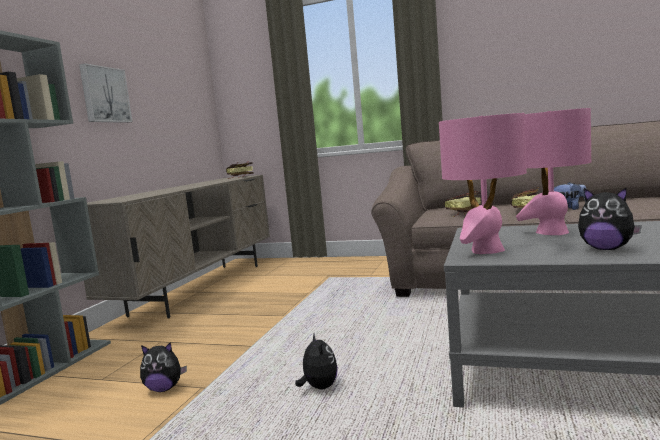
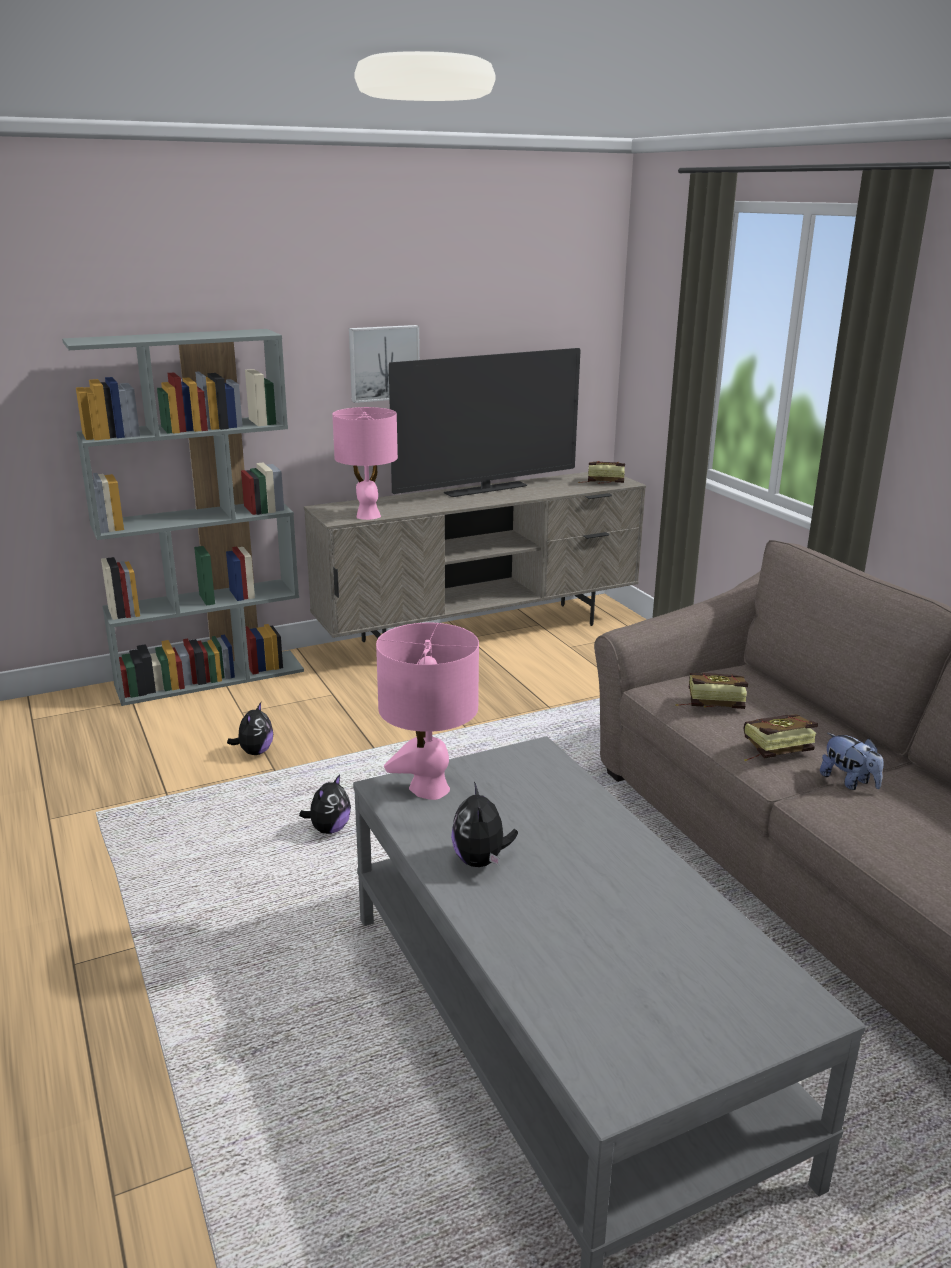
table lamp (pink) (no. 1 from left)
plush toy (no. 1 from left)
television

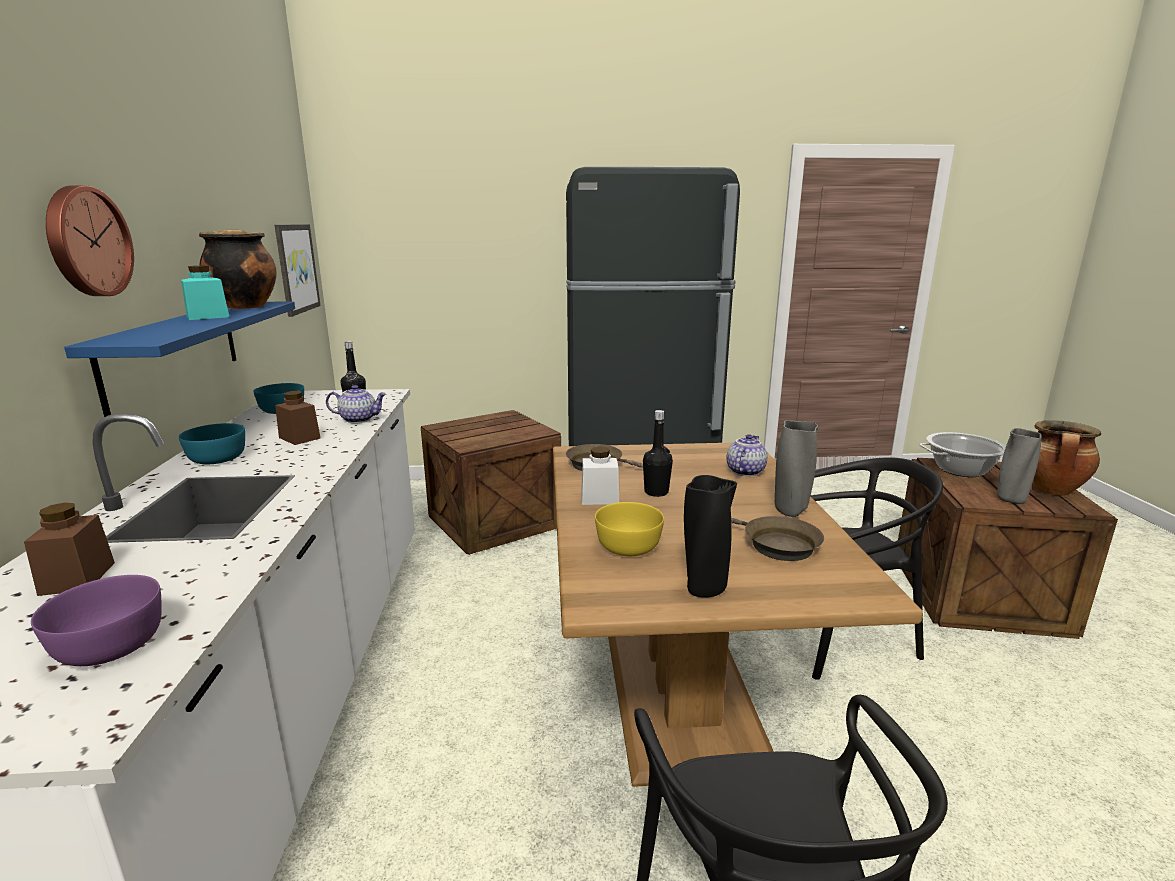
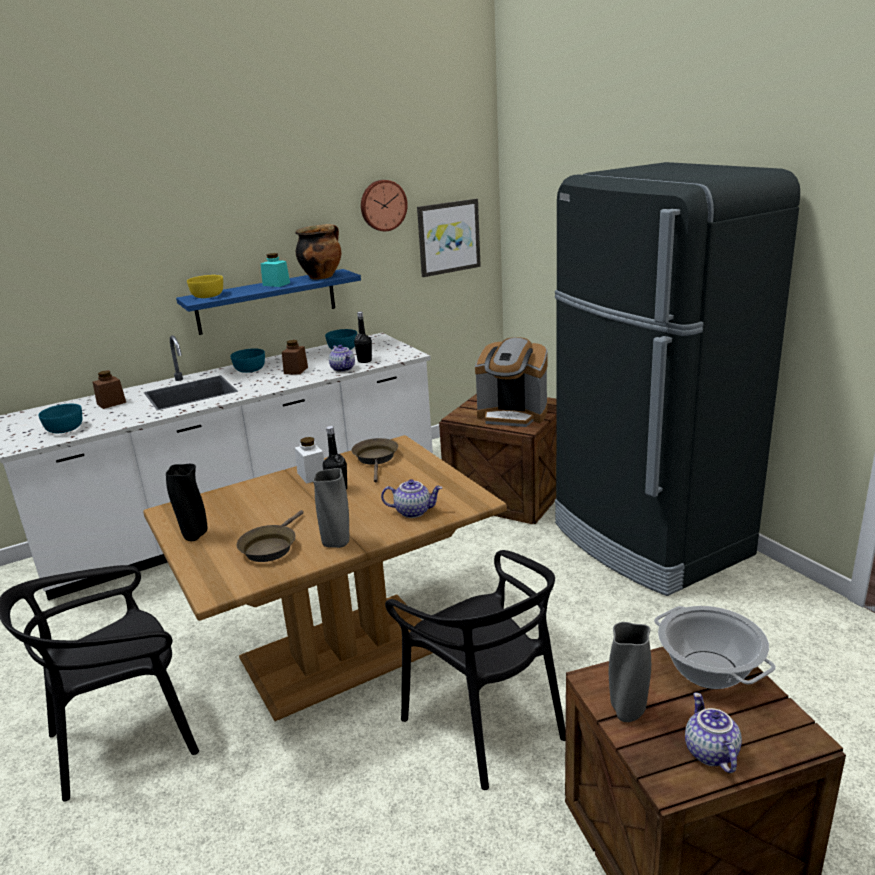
wall clock
teapot (no. 3 from left)
bowl (yellow)
bowl (turquoise) (no. 1 from left)
coffee machine

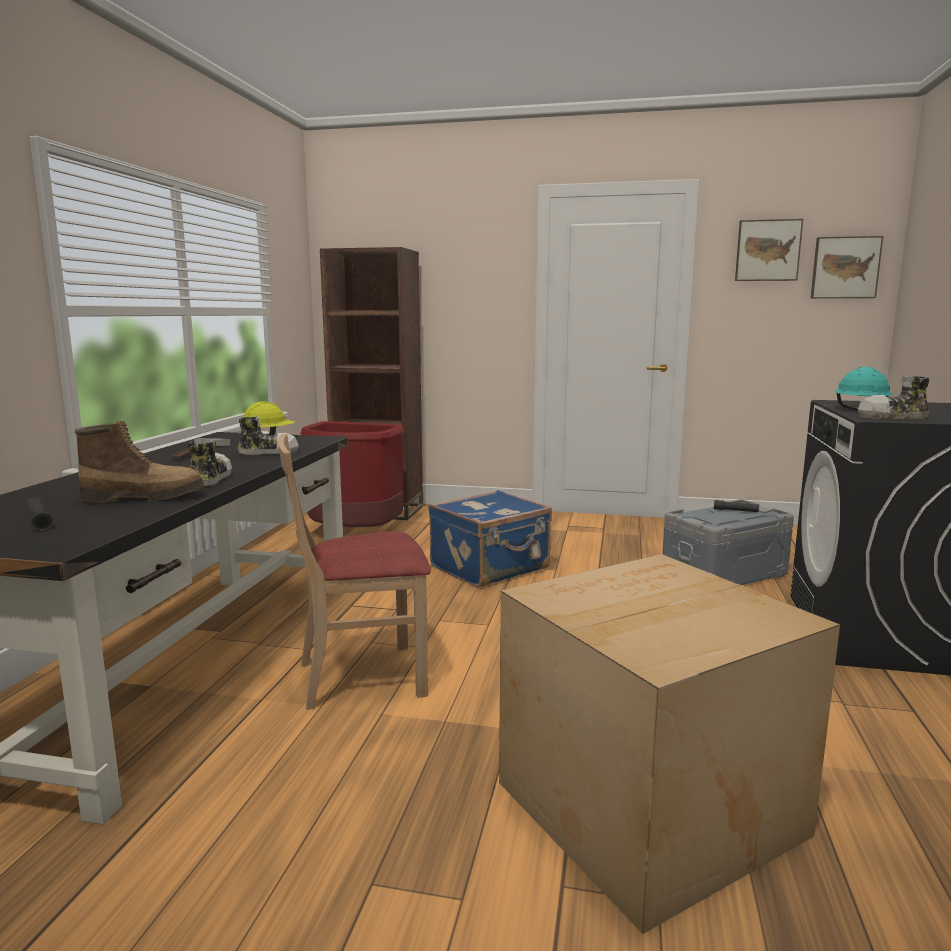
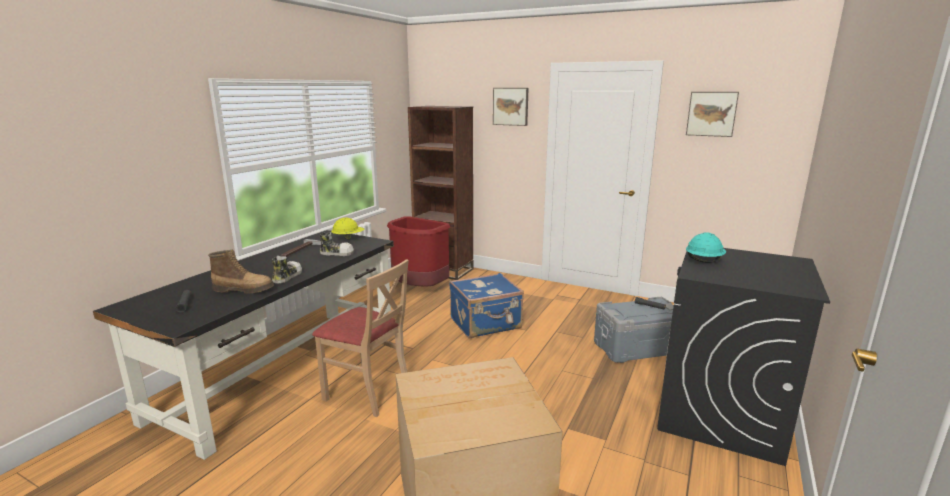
picture (no. 1 from left)
shoe (no. 3 from left in the first image)
chair (beige)

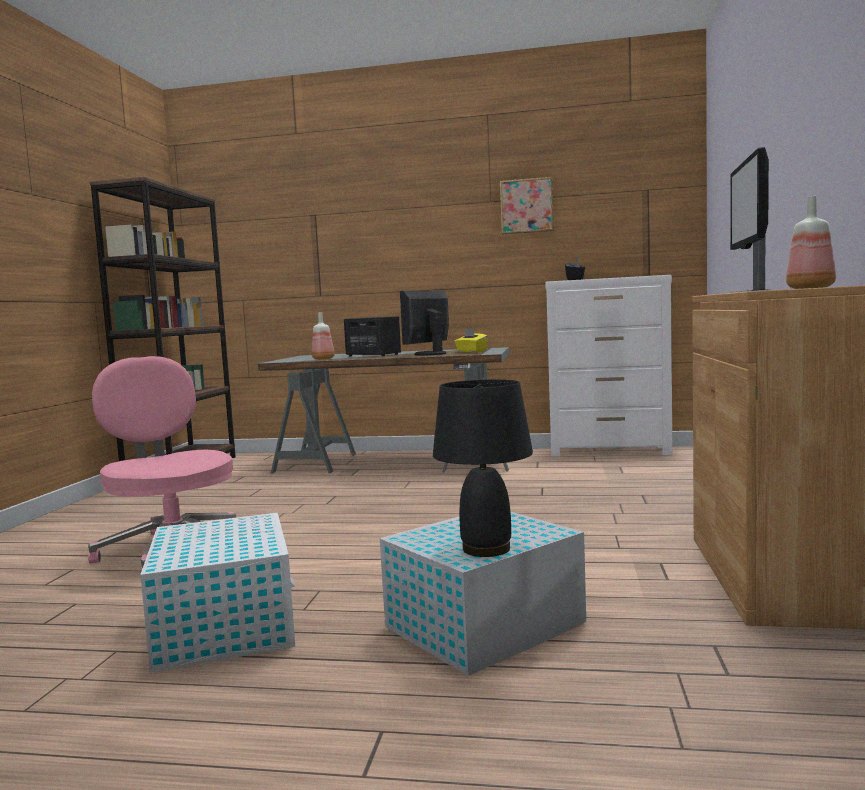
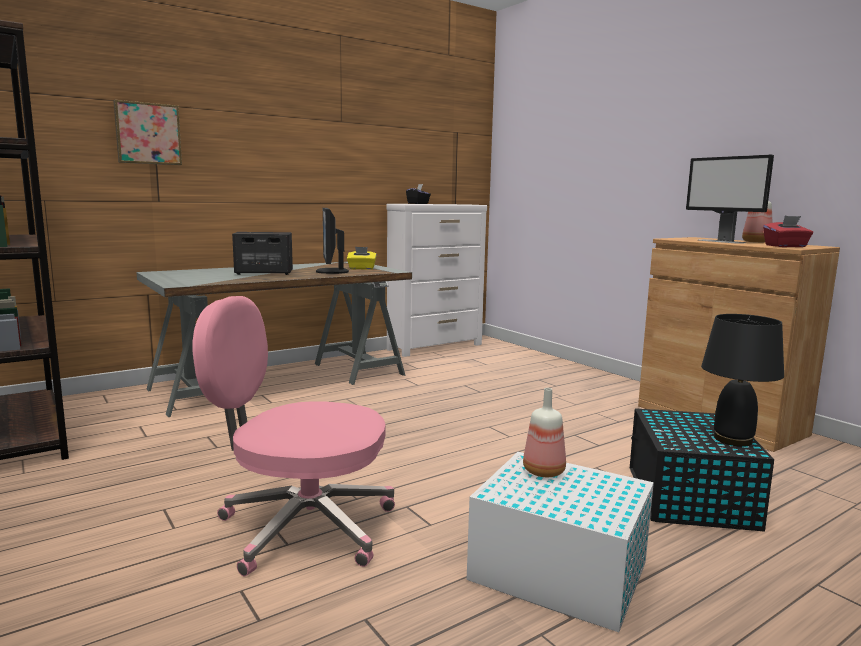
picture
bottle (no. 1 from left)
storage box (black)
tissue box (red)

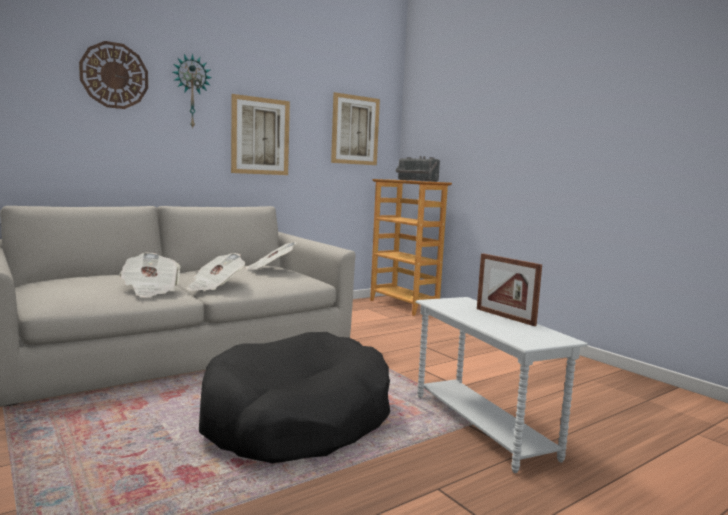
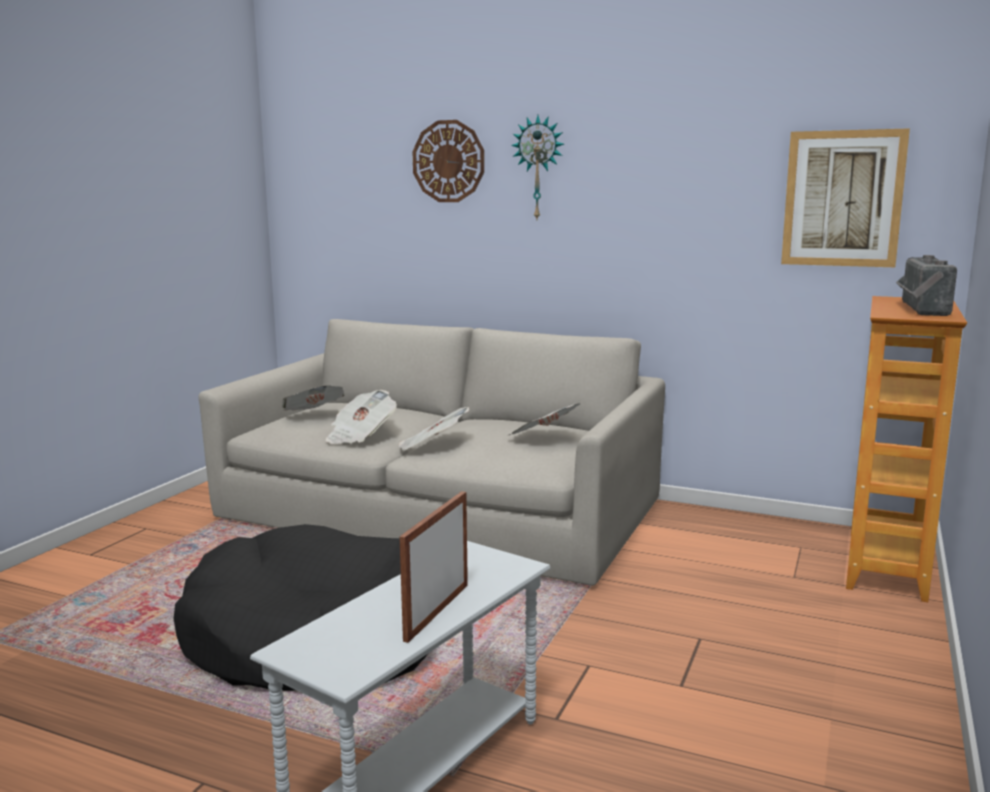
picture (no. 1 from left in the first image)
newspaper (no. 1 from left)

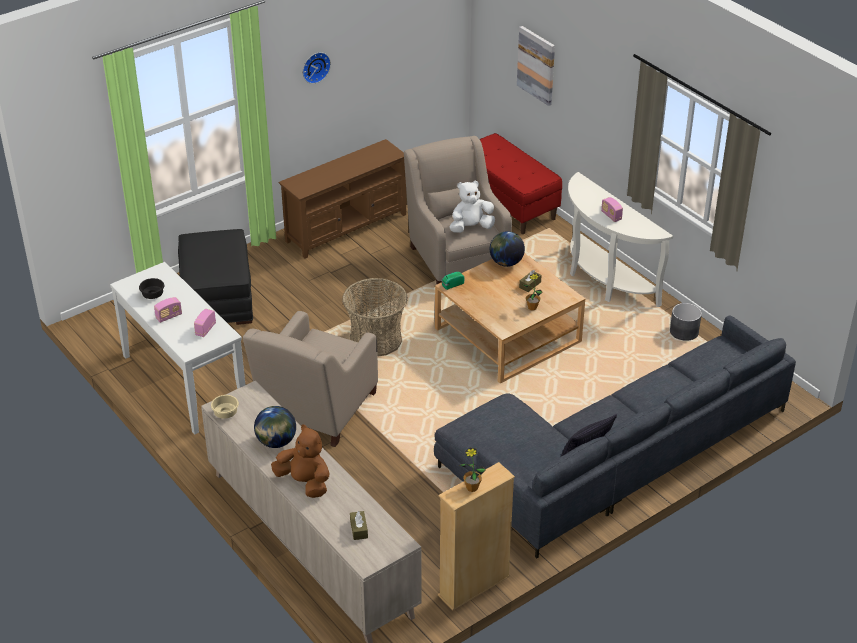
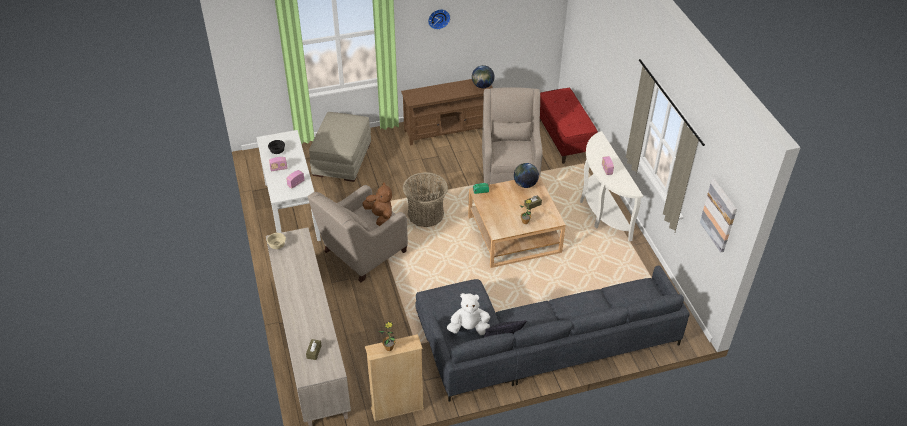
picture
plush toy (white)
ottoman (beige)
planter (grey)
globe (no. 1 from left)
plush toy (brown)

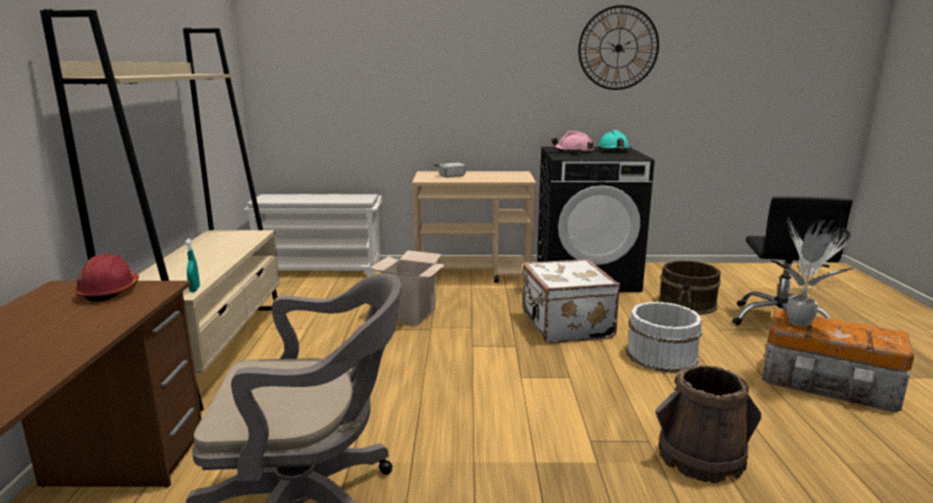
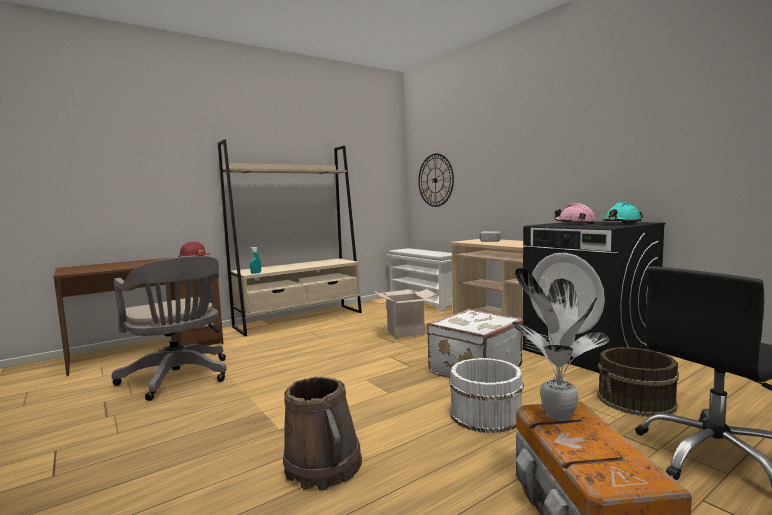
wall clock

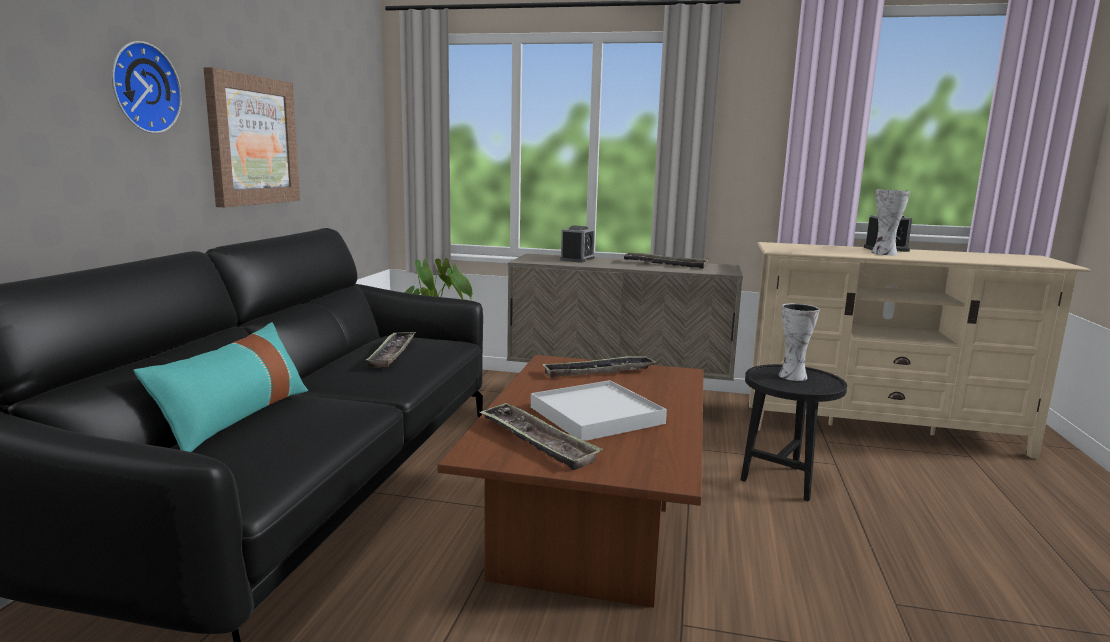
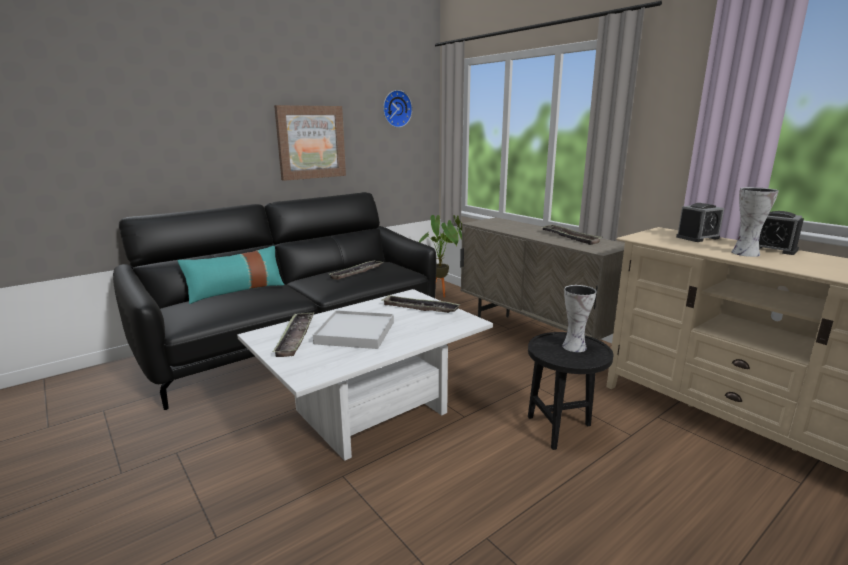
wall clock
alarm clock (no. 1 from left)
coffee table (white)

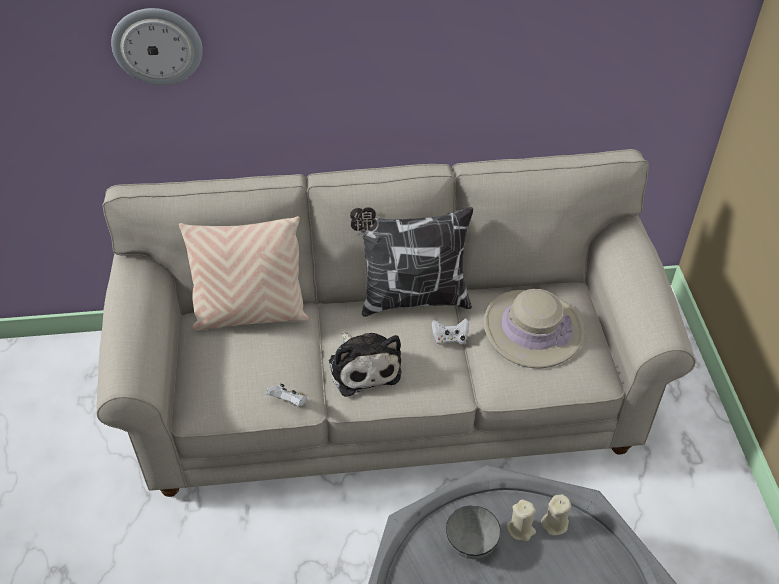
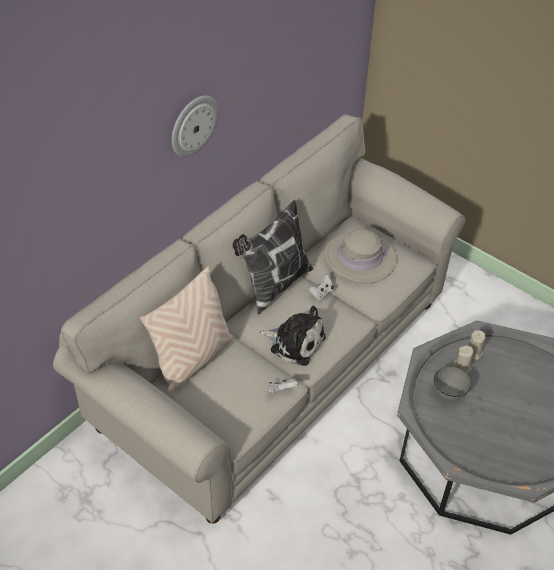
wall clock

